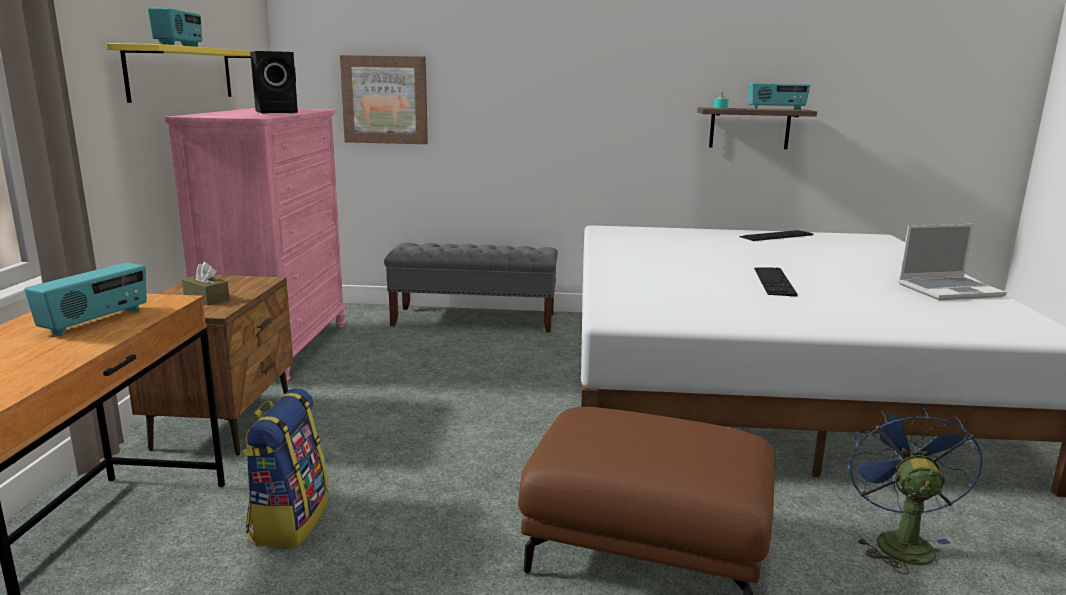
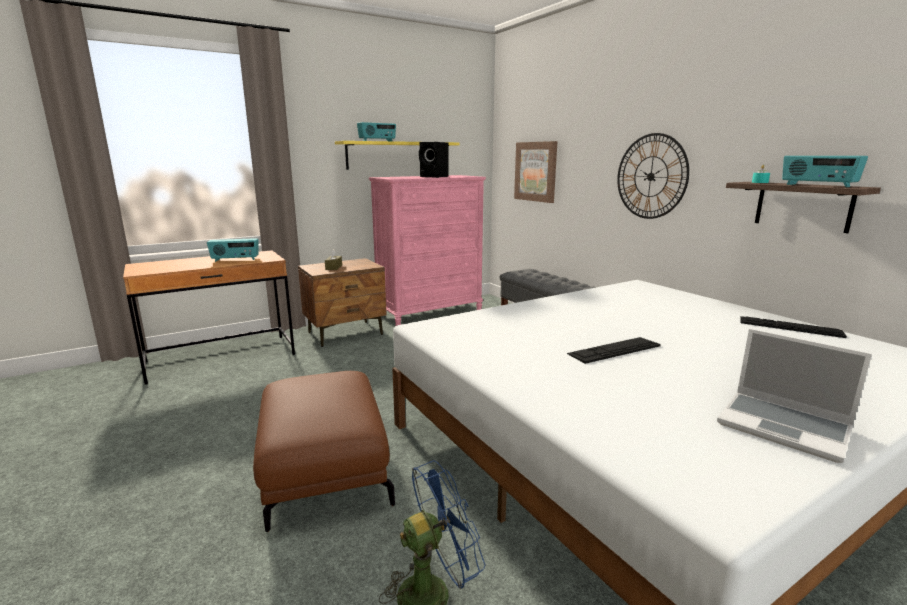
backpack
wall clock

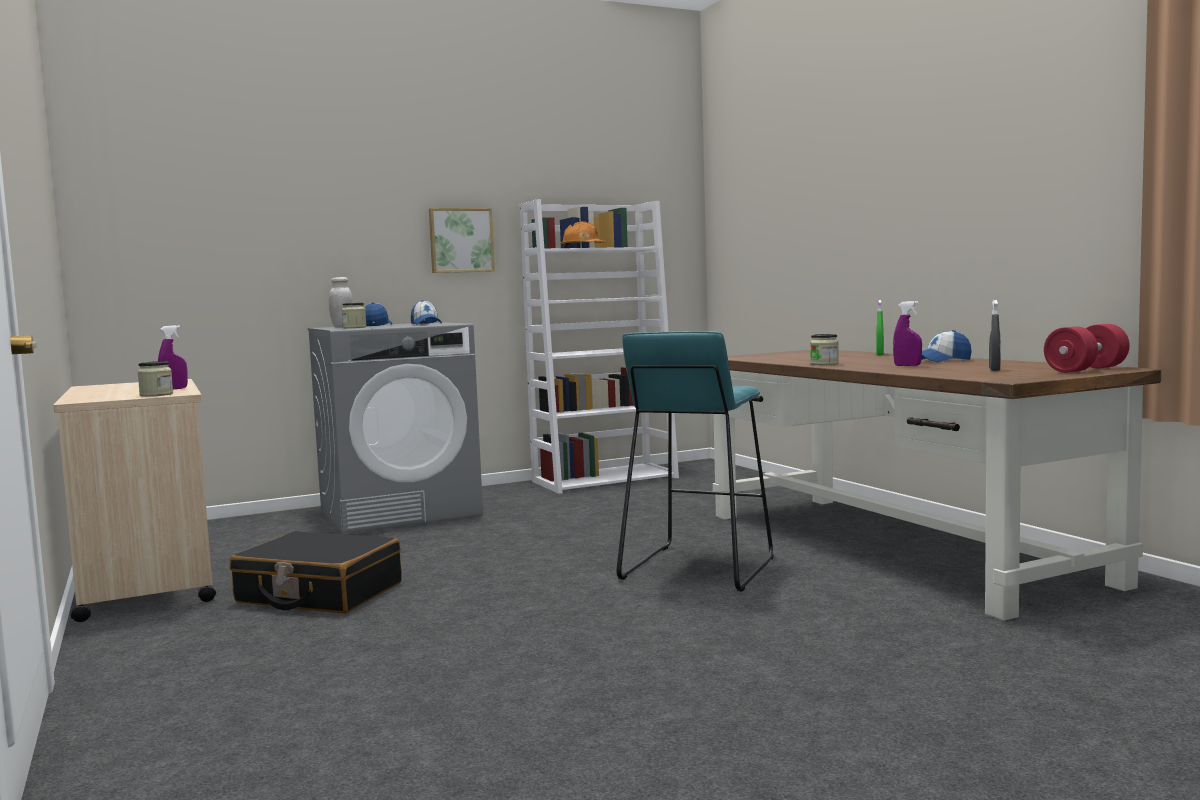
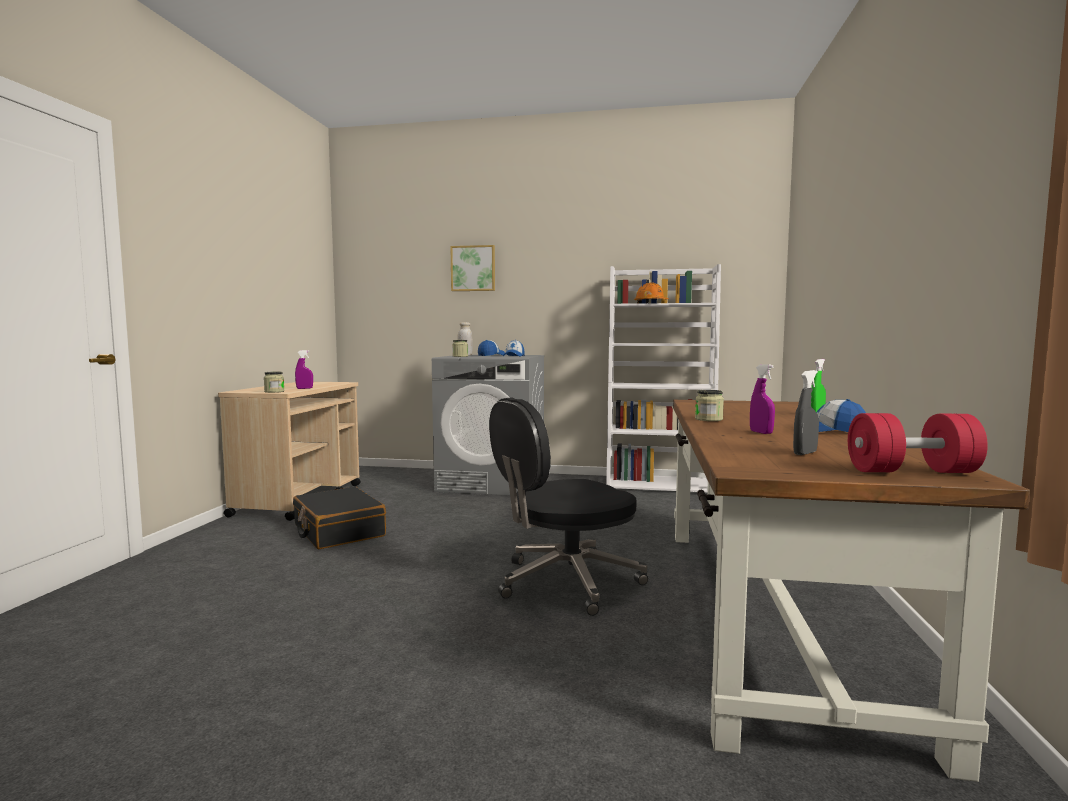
picture
office chair (black)

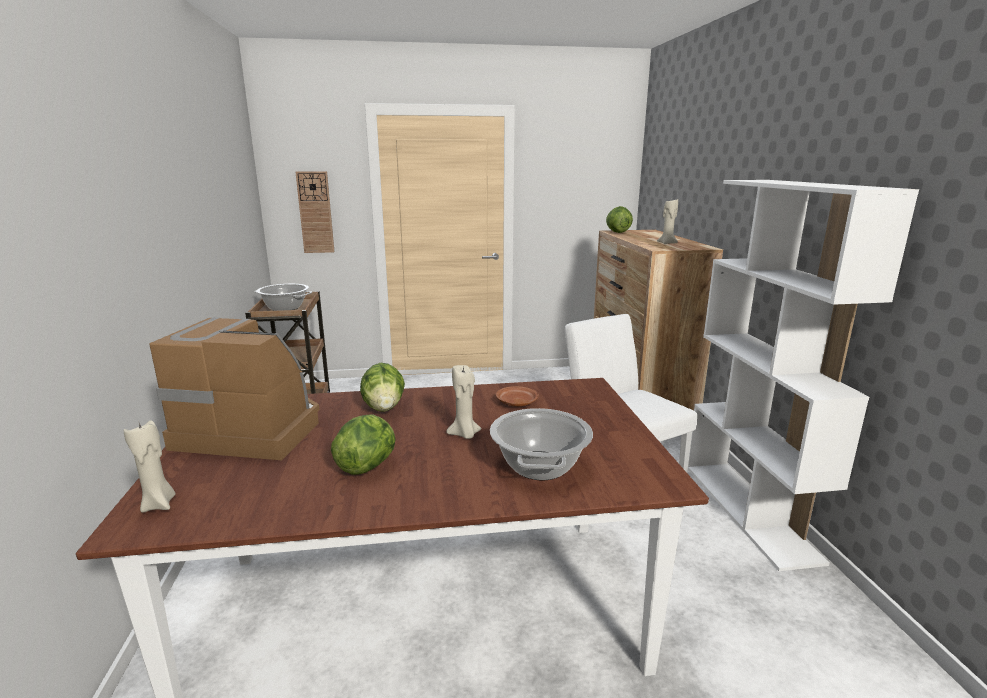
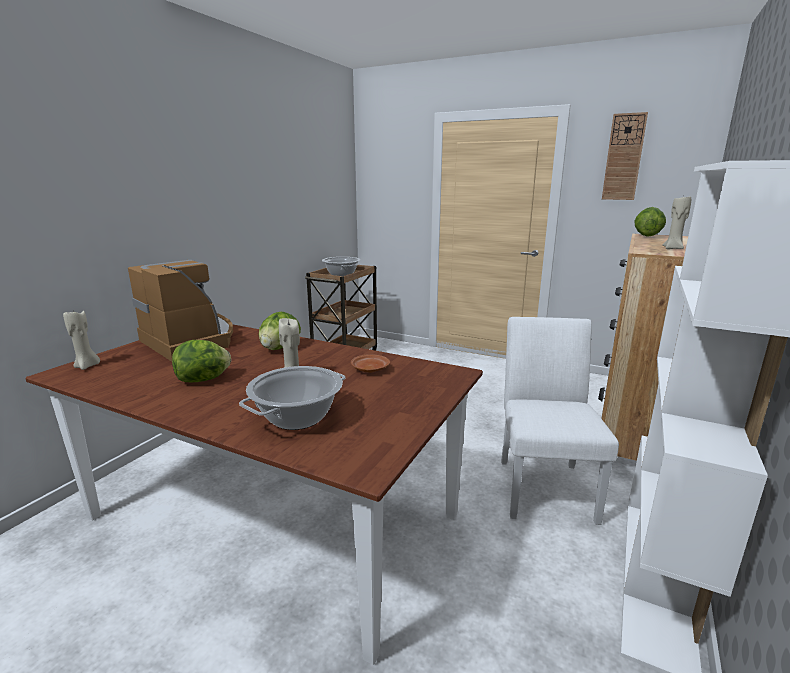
wall clock

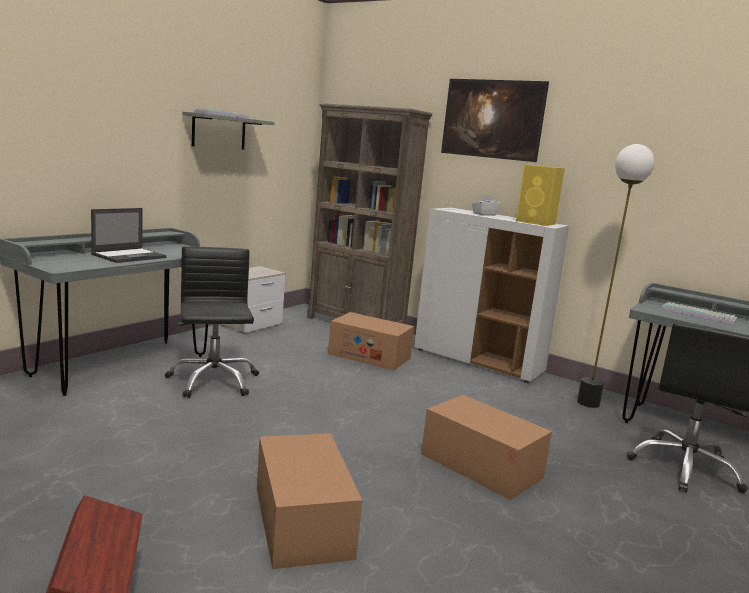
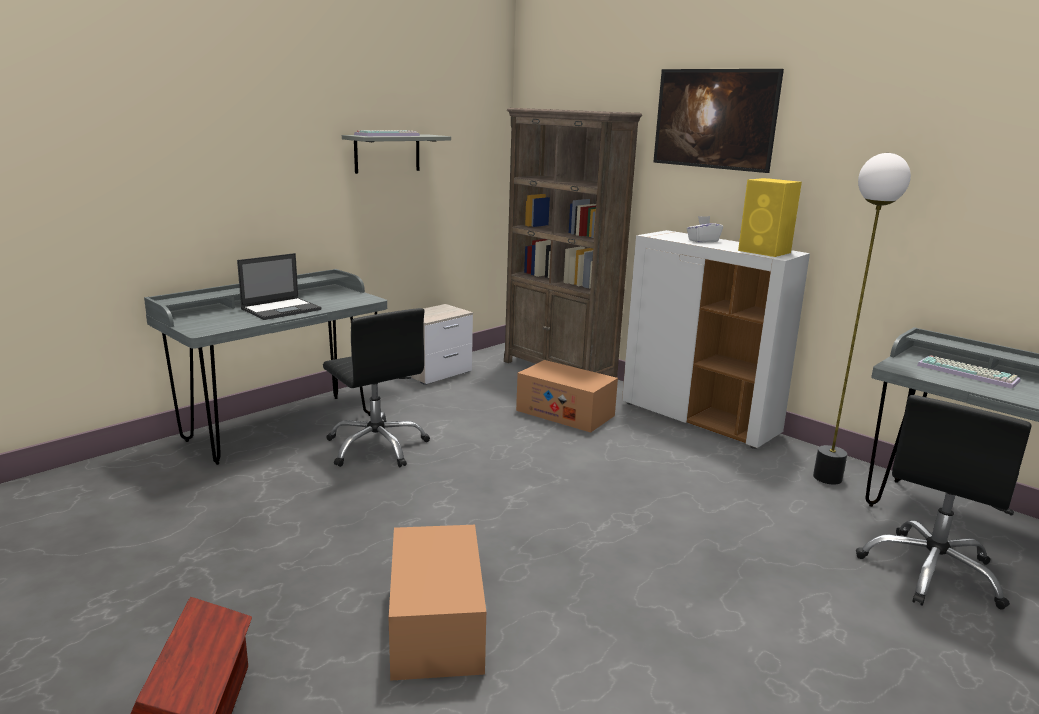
office chair (black) (no. 1 from left)
cardboard box (no. 3 from left in the first image)

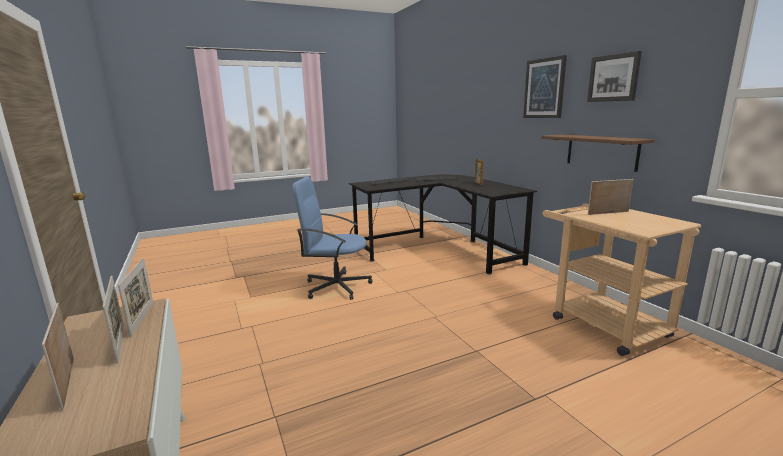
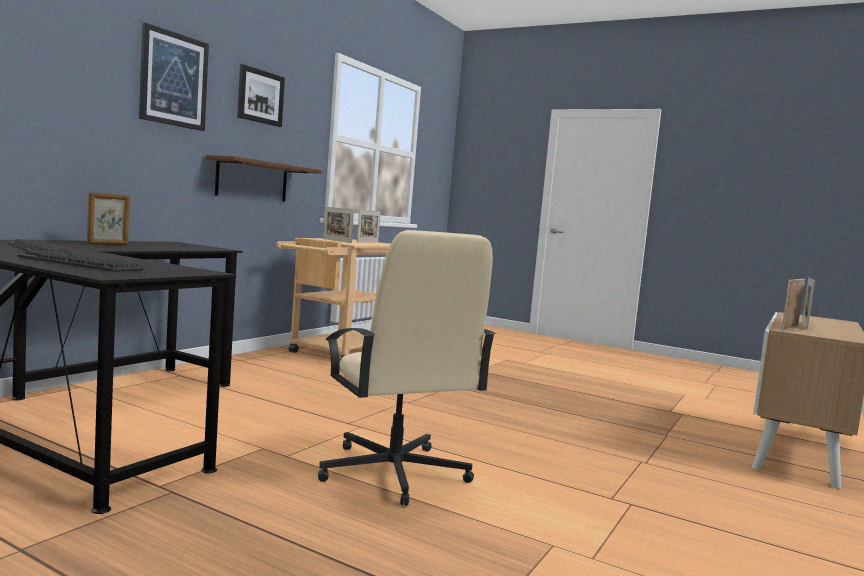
office chair (beige)
picture frame (no. 3 from left)

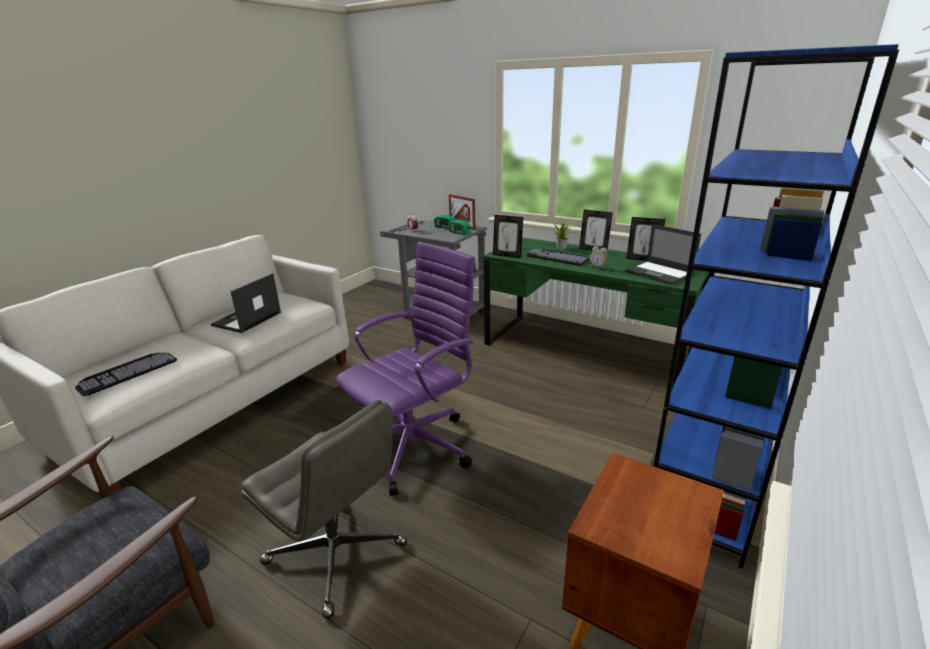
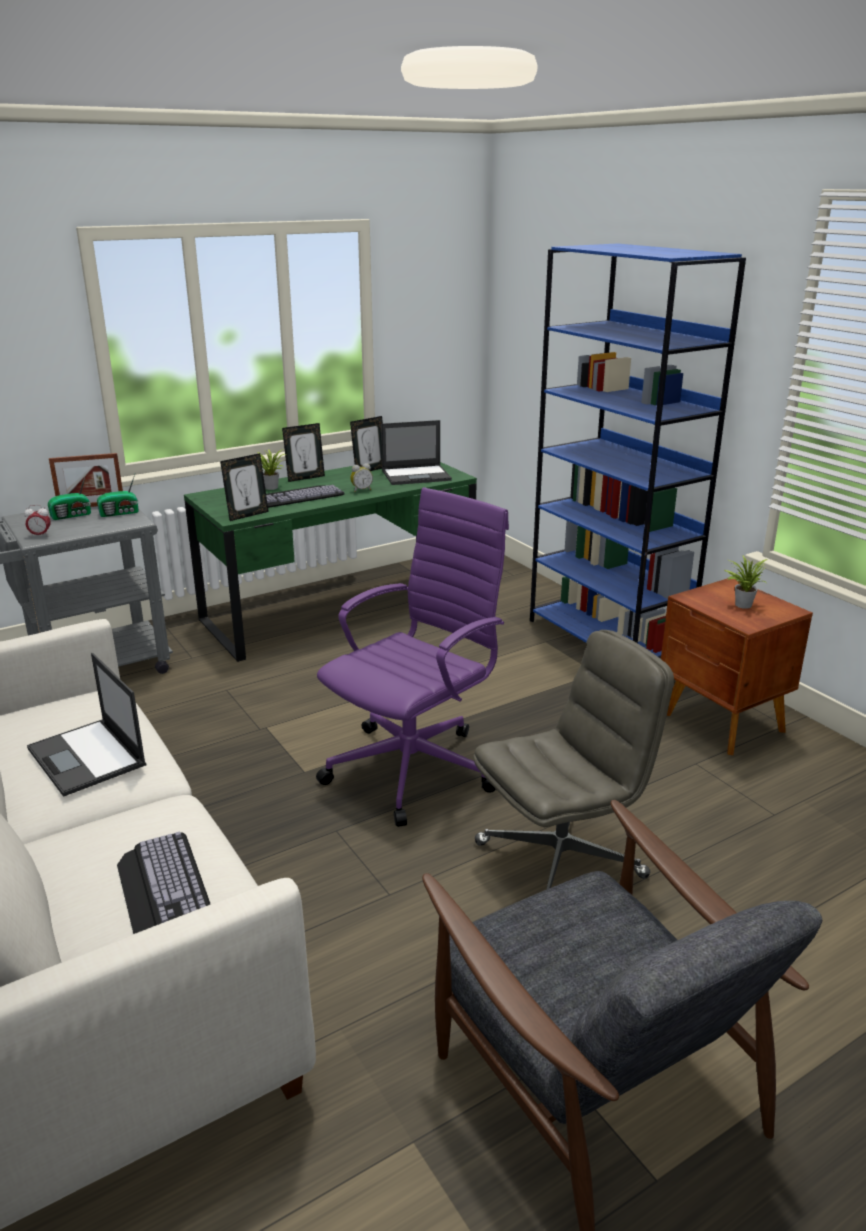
office chair (purple)
potted plant (no. 2 from left)

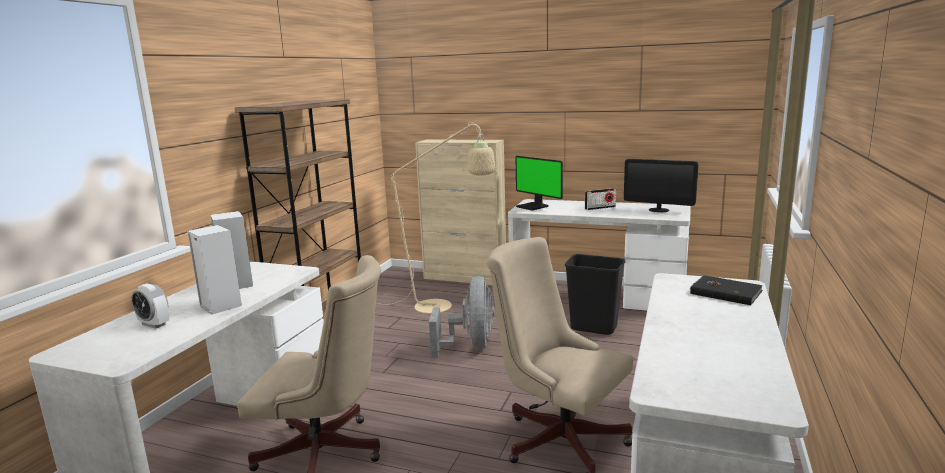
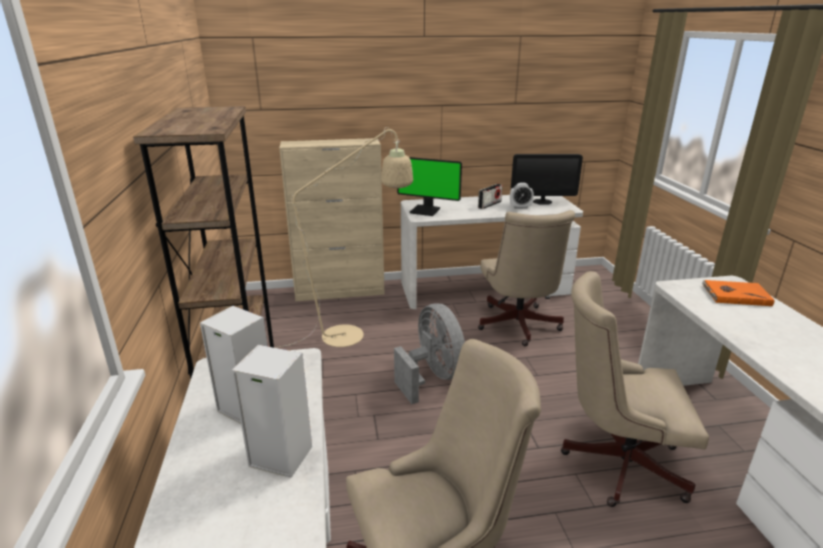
office chair (beige) (no. 2 from left)
book (orange)
alarm clock

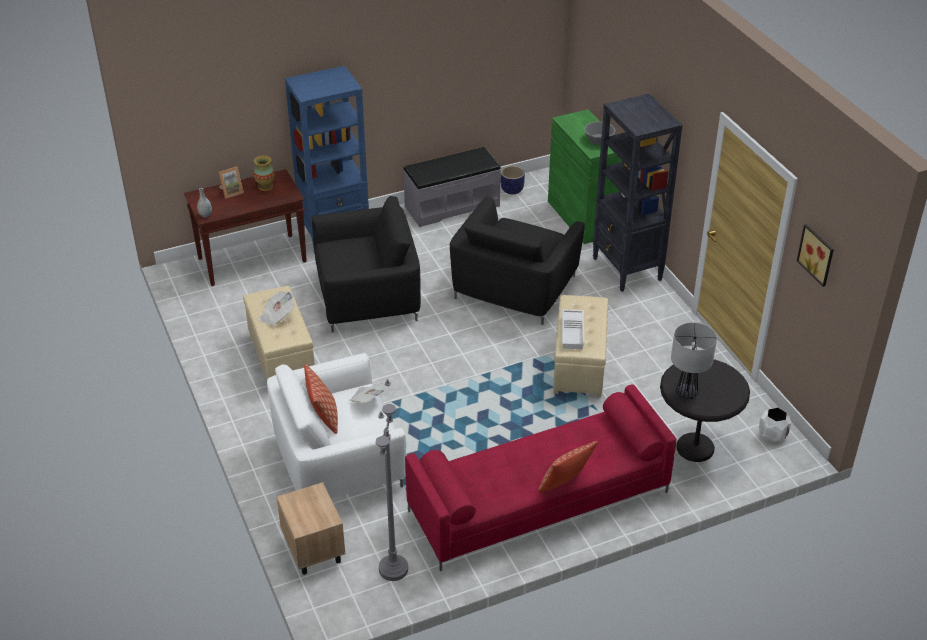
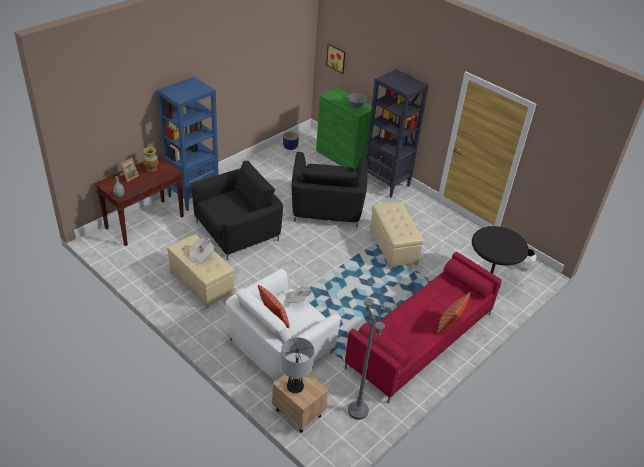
bench (grey)
picture
tray (white)
table lamp

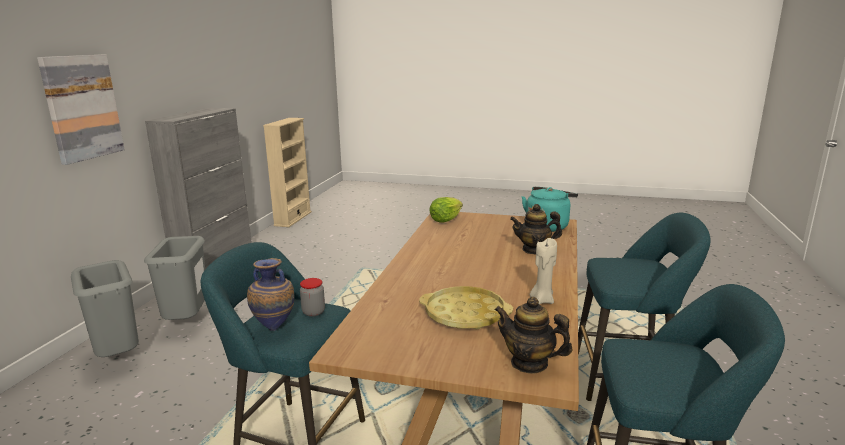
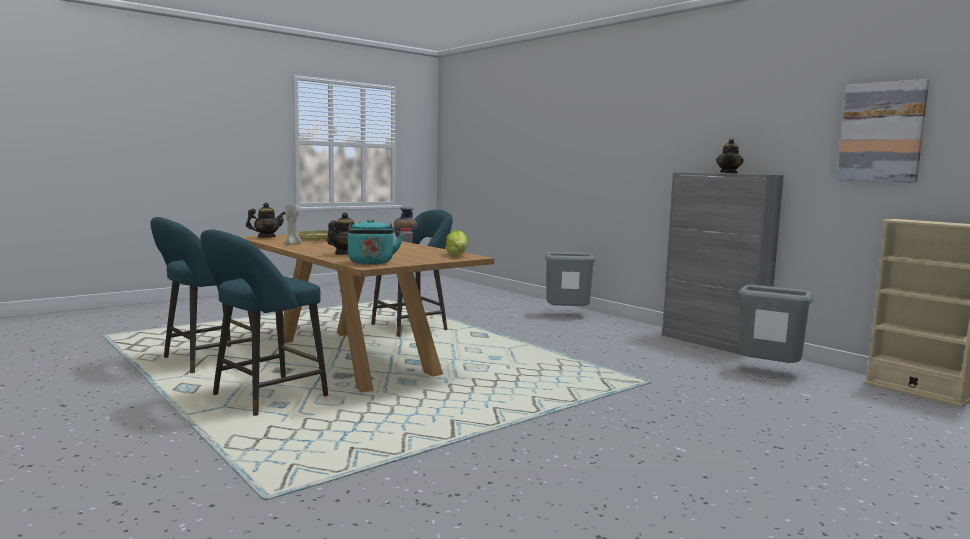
picture
trash can (grey) (no. 2 from left)
teapot (no. 3 from left)

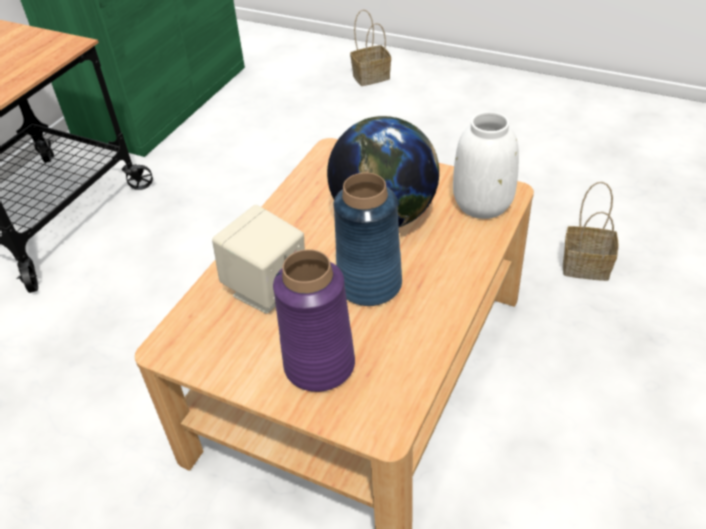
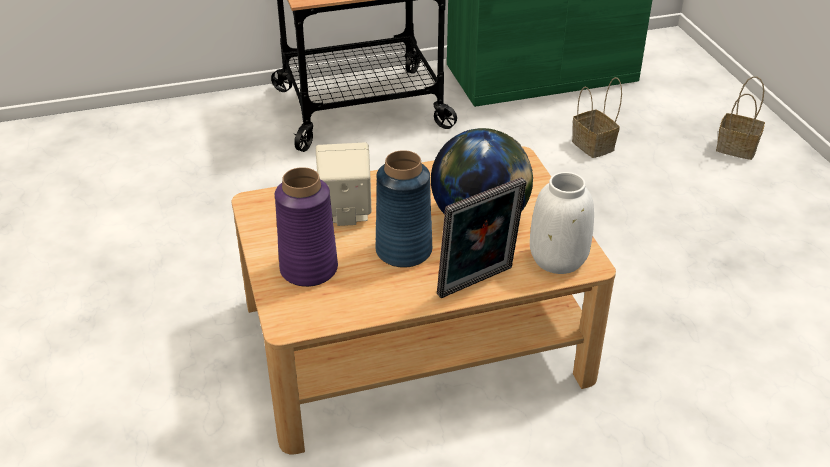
basket (no. 1 from left)
picture frame

